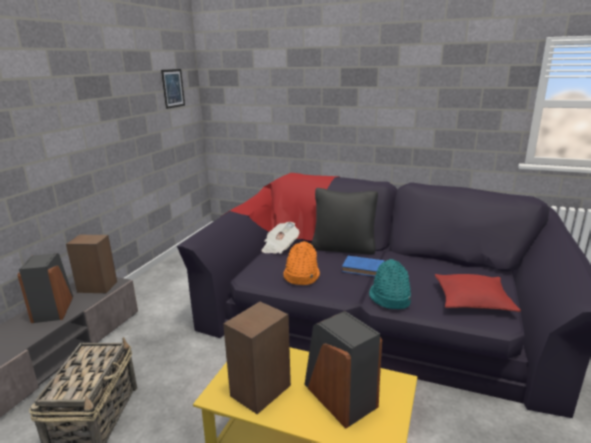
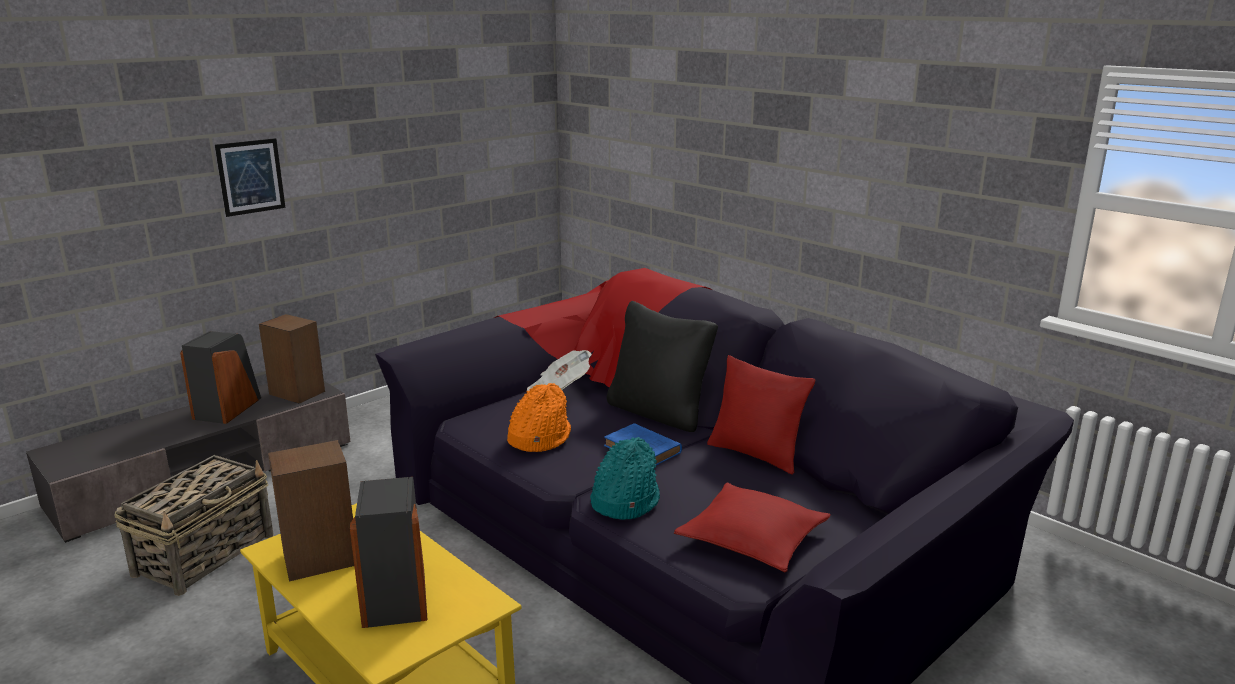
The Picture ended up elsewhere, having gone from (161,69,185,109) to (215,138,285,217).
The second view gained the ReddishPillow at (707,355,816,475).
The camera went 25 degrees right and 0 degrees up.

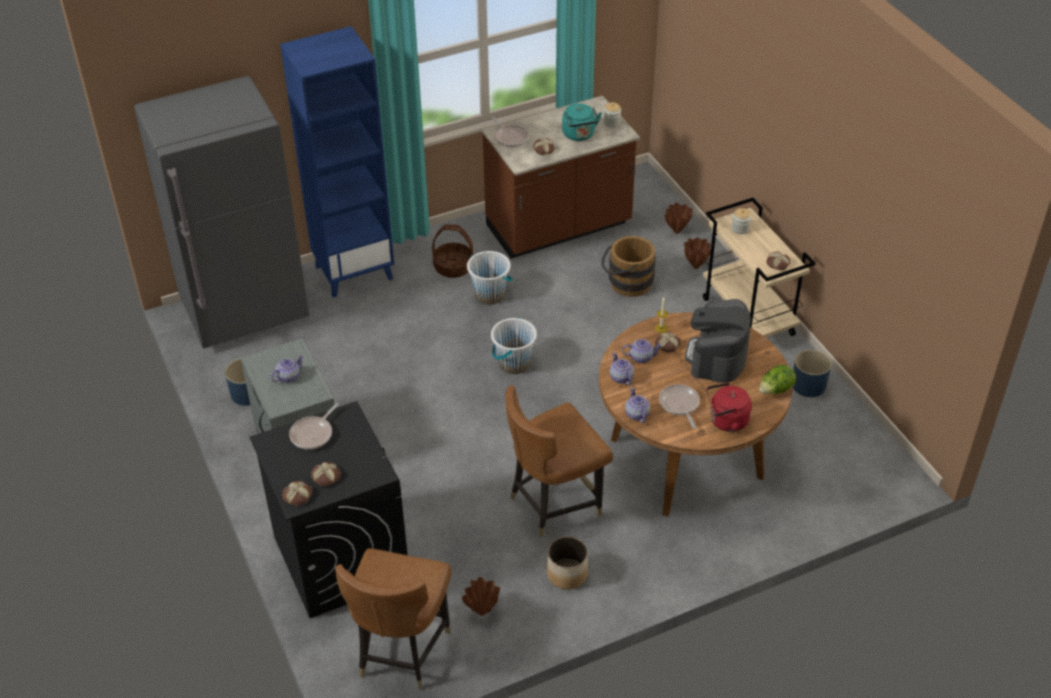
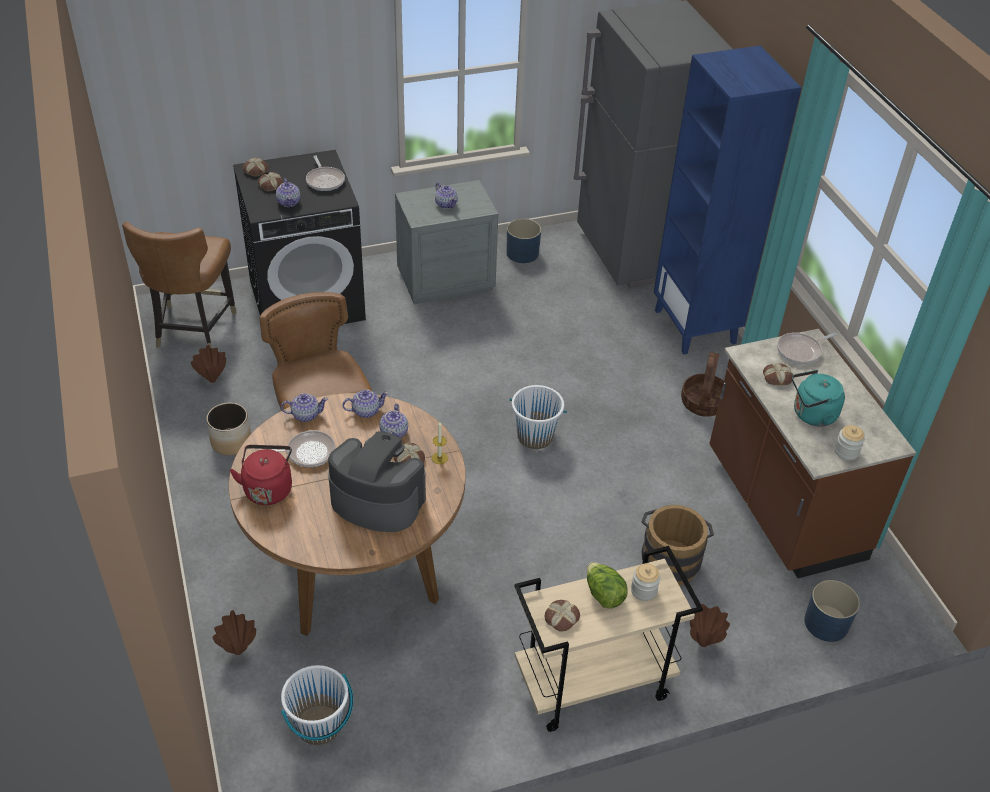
The BrownFlowerVase ended up elsewhere, having gone from (665,203,693,234) to (212,610,256,655).
The WhiteWaterBucket ended up elsewhere, having gone from (467,251,513,305) to (281,665,353,745).
The BlueColouredPlanter ended up elsewhere, having gone from (793,350,832,397) to (804,580,860,642).
The HeadOfLettuce ended up elsewhere, having gone from (759,365,796,394) to (587,562,627,609).
The Skillet at (289,403,339,450) ended up facing another way, 150 degrees counterclockwise from before.
The BrownChair at (335,549,451,690) ended up facing another way, 105 degrees counterclockwise from before.
The second view gained the Teapot at (276,178,300,207).
The camera went 95 degrees right and 0 degrees up.

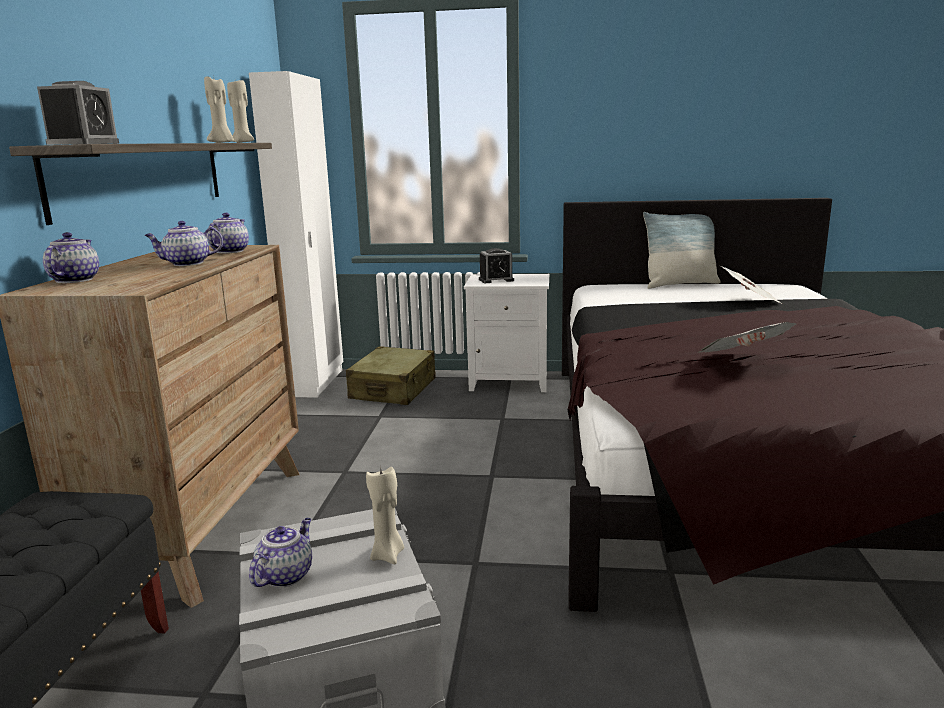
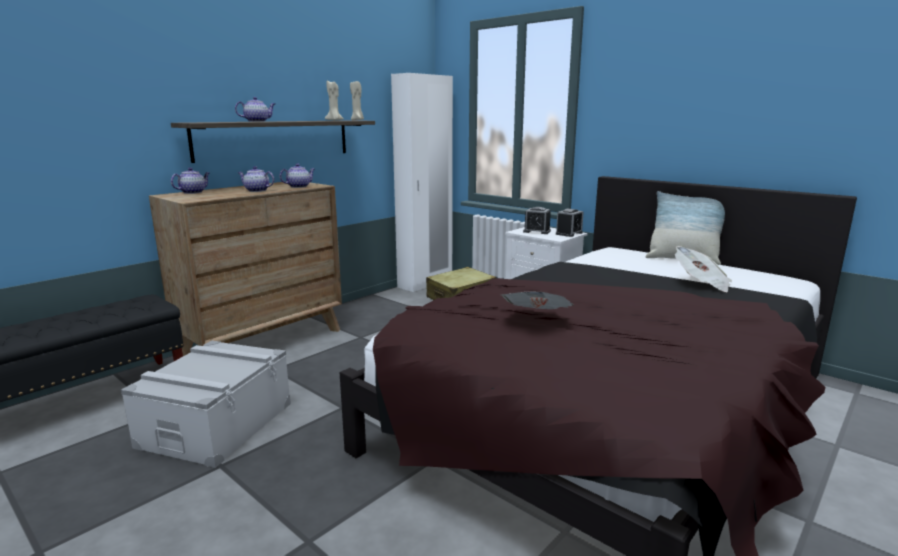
The AlarmClock ended up elsewhere, having gone from (37,81,119,145) to (556,209,584,237).
The second view lost the SandColouredCandle at (366,465,404,564).
The Teapot ended up elsewhere, having gone from (249,518,312,587) to (235,97,275,122).
The camera went 35 degrees right and 0 degrees up.

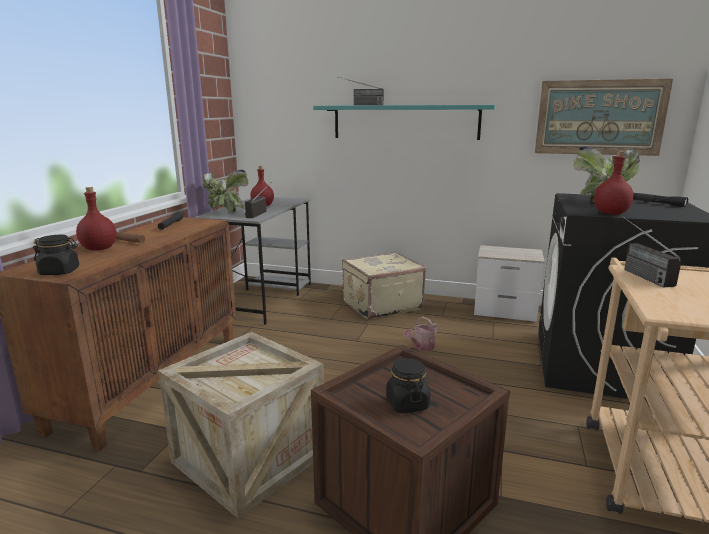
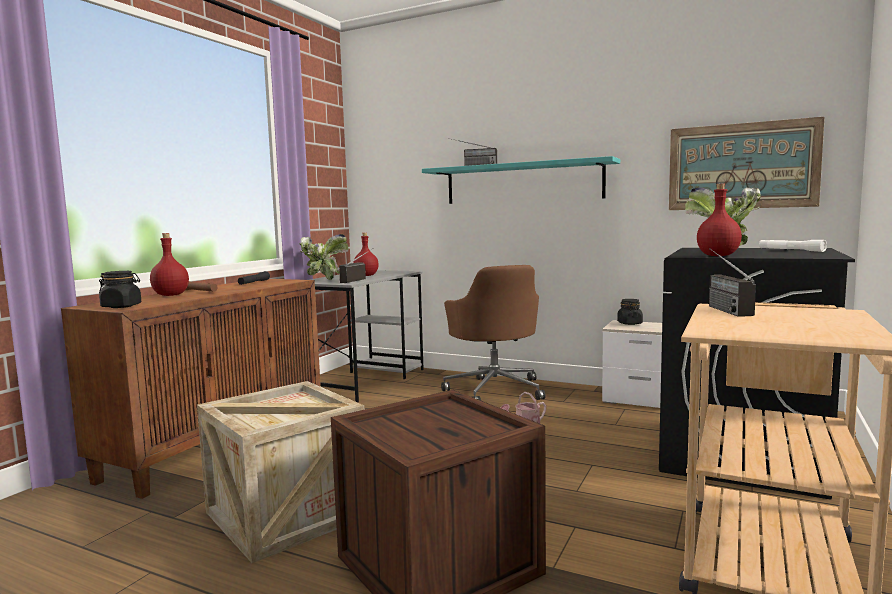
What was the BlackHandTorch at (633,193,688,207) turned into the WhiteHandTorch at (759,240,827,252).
Where the SandColouredSuitcase stood at (342,252,426,320), the BrownComputerChair came to stand at (441,265,546,400).
The BlackJar ended up elsewhere, having gone from (386,358,430,413) to (617,299,643,325).
The camera went 10 degrees right and 10 degrees down.

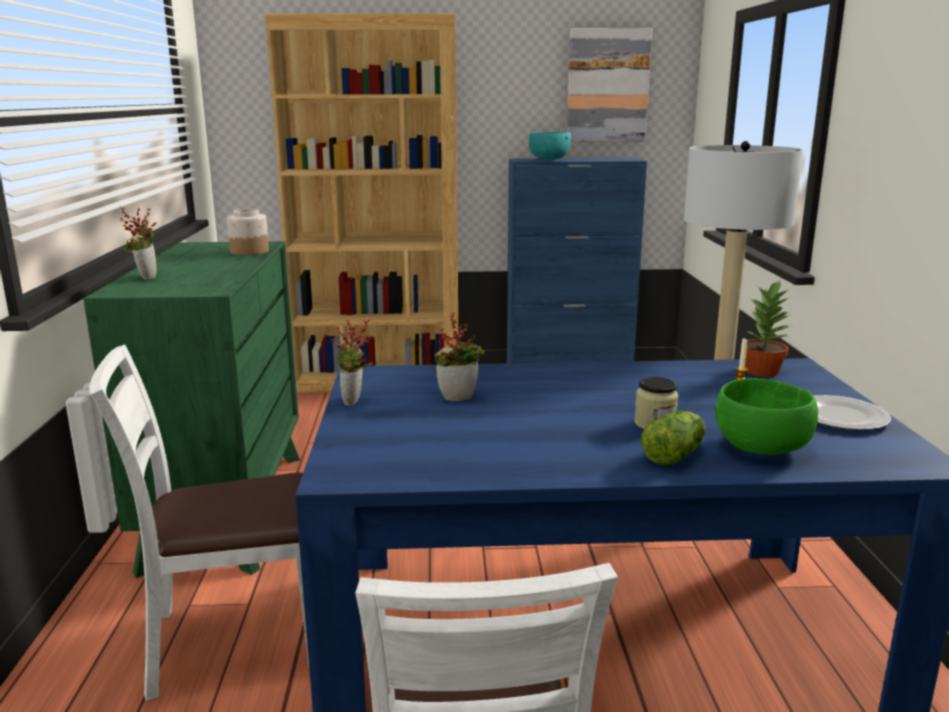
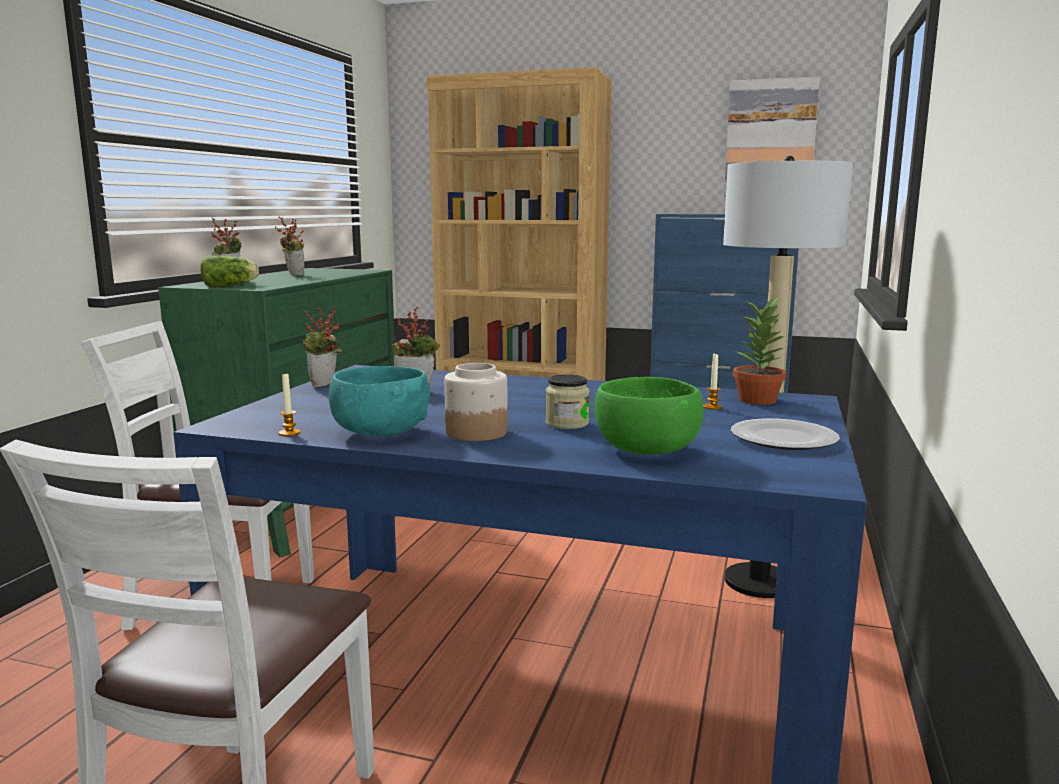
The BlueGreenDeepDish ended up elsewhere, having gone from (529,132,571,159) to (329,366,430,436).
The Jar ended up elsewhere, having gone from (227,209,269,255) to (444,363,508,441).
The HeadOfLettuce ended up elsewhere, having gone from (641,411,705,466) to (201,256,259,287).
The second view gained the PottedPlant at (275,216,304,276).
The second view gained the Candle at (278,374,301,436).
The camera went 20 degrees right and 5 degrees down.

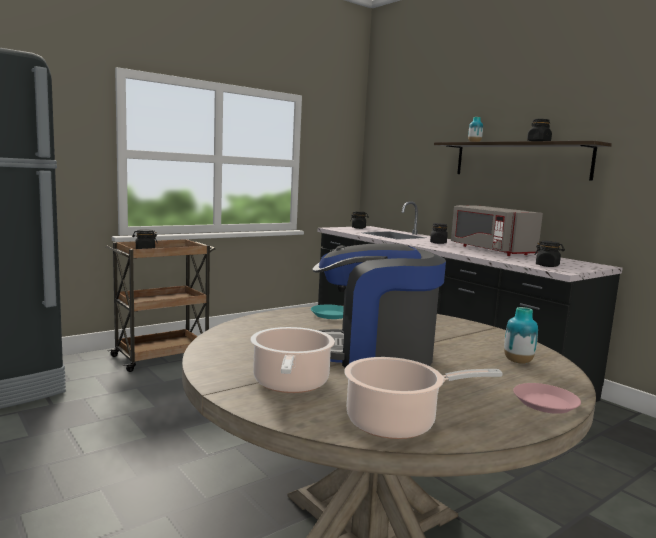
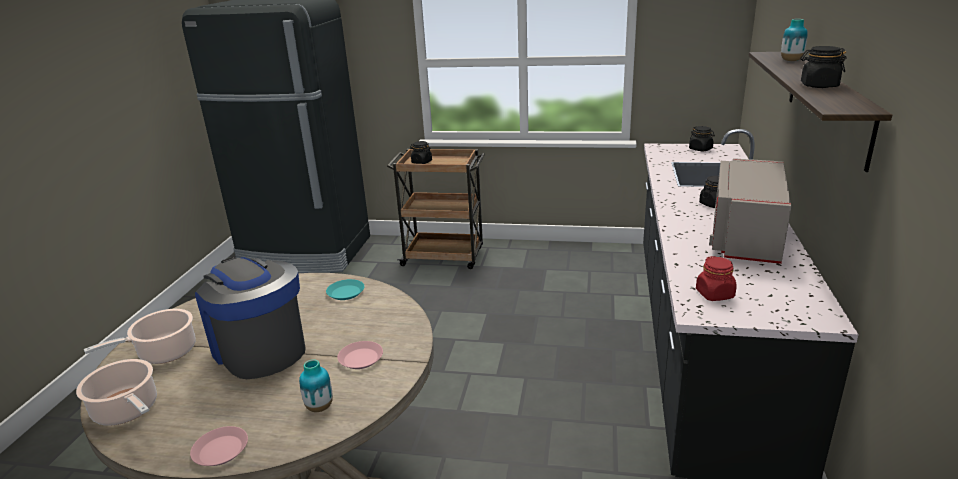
What was the BlackJar at (534,241,565,267) turned into the ReddishJar at (696,256,737,301).
The second view gained the PinkishPlate at (337,341,383,369).
The camera went 50 degrees right and 15 degrees up.

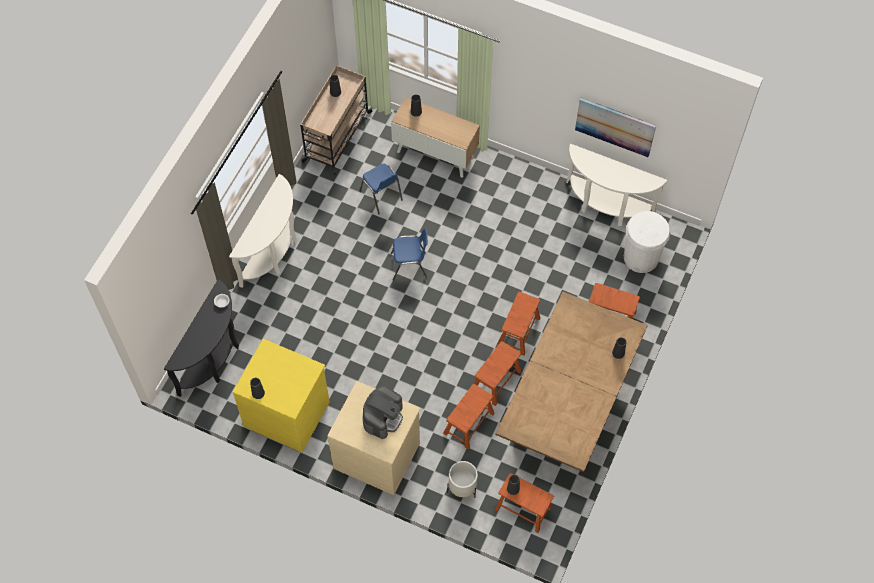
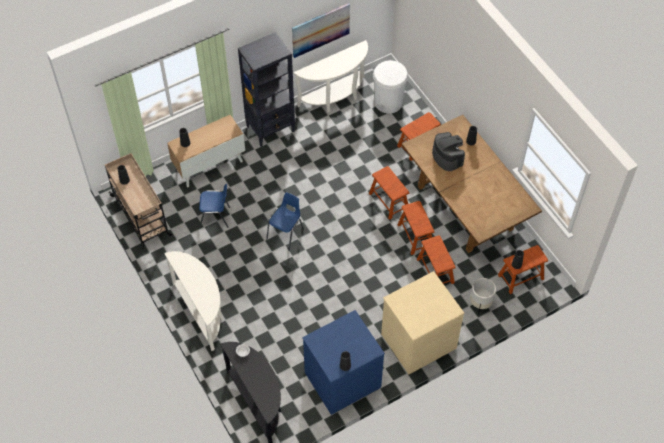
What was the YellowChestOfDrawers at (233,339,330,452) turned into the BlueColouredChestOfDrawers at (302,310,385,415).
The CoffeeBrewer ended up elsewhere, having gone from (363,386,403,439) to (432,132,465,171).
The second view gained the BlackBookshelf at (238,32,295,147).
The camera went 55 degrees left and 5 degrees down.

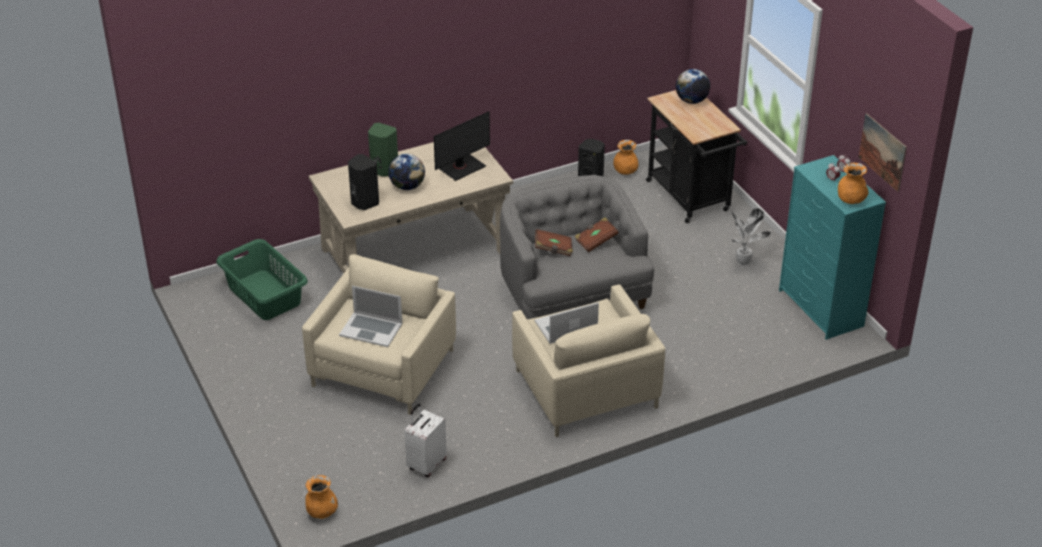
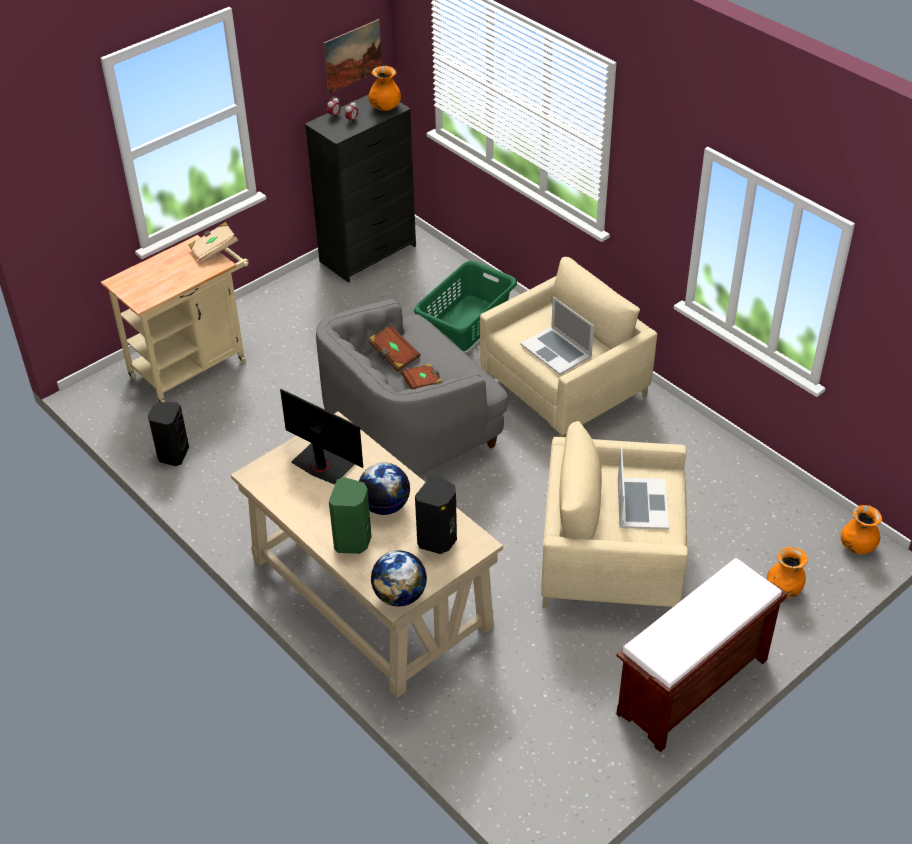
The WorldGlobe ended up elsewhere, having gone from (676,69,711,104) to (371,550,427,606).
What was the BlackTrolley at (646,90,748,223) turned into the SandColouredTrolley at (101,235,249,402).
The OrangeFlowerVase ended up elsewhere, having gone from (613,140,639,175) to (767,547,808,598).
What was the BlueGreenChestOfDrawers at (779,155,886,340) turned into the BlackChestOfDrawers at (305,94,416,283).
The second view lost the PottedPlant at (731,208,771,266).
The GreenishLaundryBasket ended up elsewhere, having gone from (216,239,308,320) to (414,261,517,351).
The second view lost the WhiteSuitcase at (405,404,447,477).
The second view gained the SandColouredBook at (189,222,238,263).
The second view gained the BrownLongSeat at (616,558,787,752).
The camera went 105 degrees left and 5 degrees up.

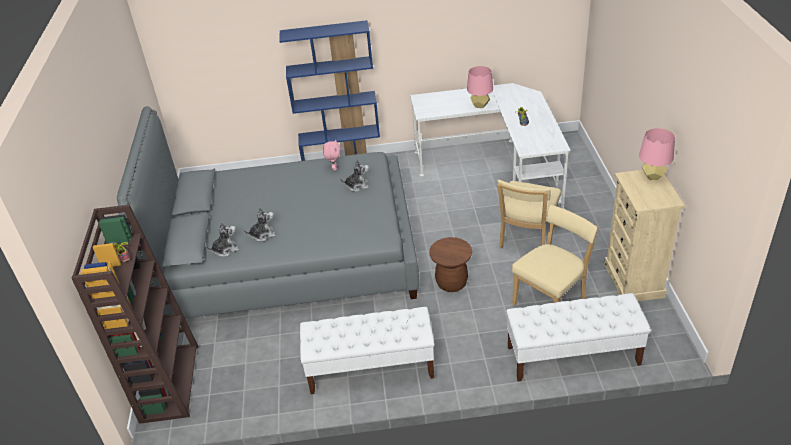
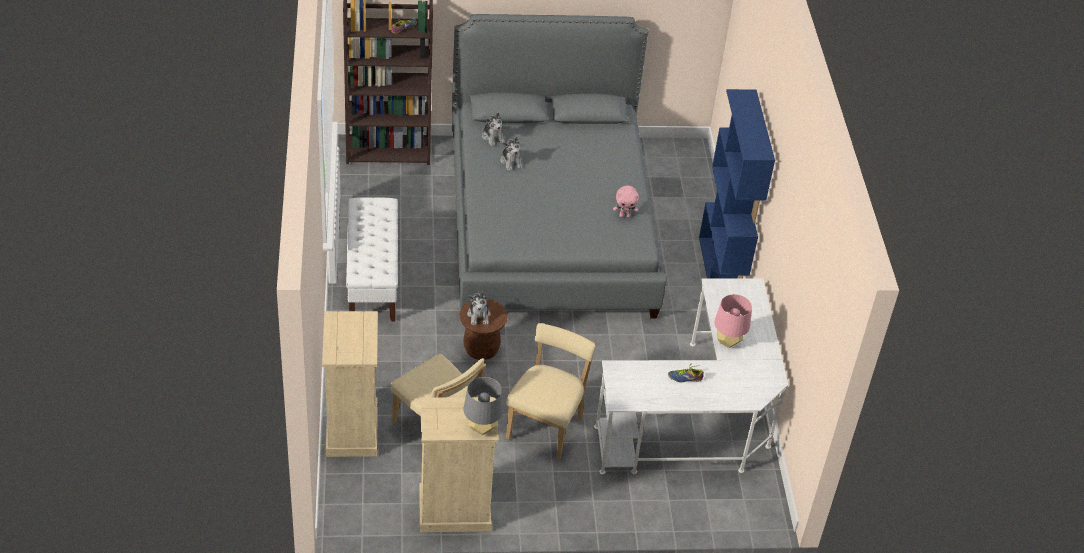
What was the PinkishLampForATable at (639,128,675,180) turned into the GreyishLampForATable at (463,377,503,435).
The SoftToy ended up elsewhere, having gone from (340,160,369,192) to (467,292,491,325).
The SandColouredChair at (497,180,561,248) ended up facing another way, 90 degrees clockwise from before.
Where the WhiteLongSeat stood at (506,293,651,381), the SandColouredChestOfDrawers came to stand at (322,311,378,457).
The camera went 85 degrees right and 5 degrees up.

